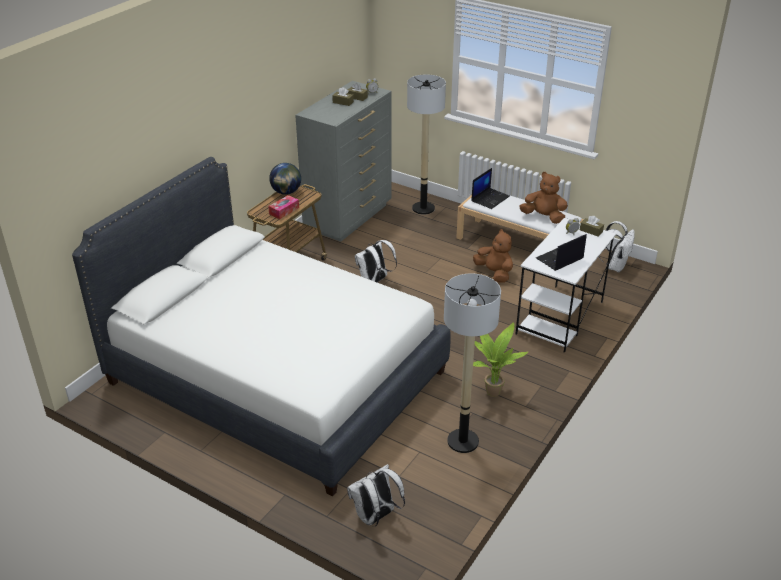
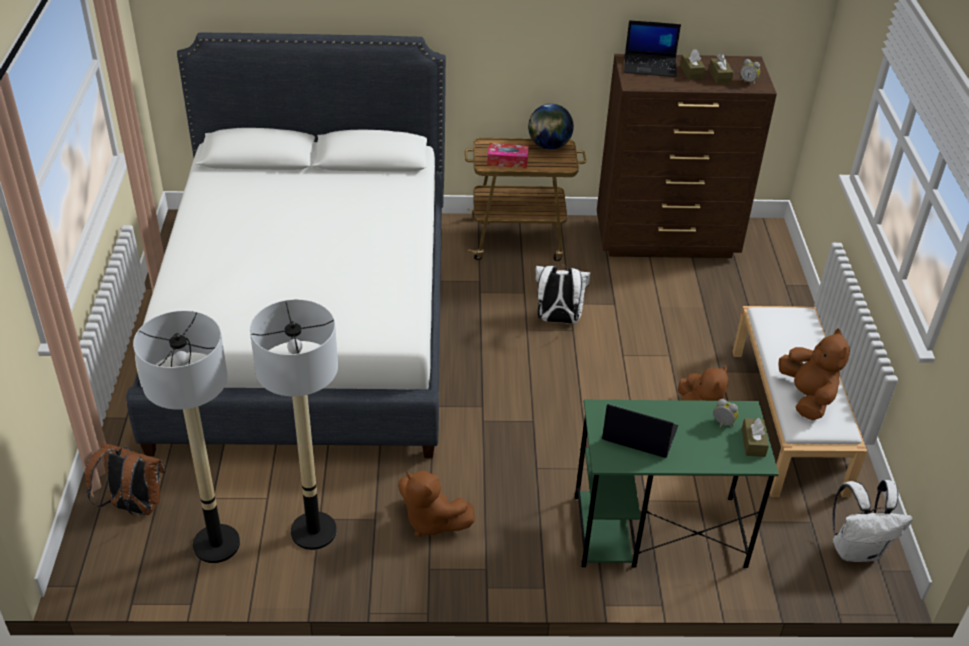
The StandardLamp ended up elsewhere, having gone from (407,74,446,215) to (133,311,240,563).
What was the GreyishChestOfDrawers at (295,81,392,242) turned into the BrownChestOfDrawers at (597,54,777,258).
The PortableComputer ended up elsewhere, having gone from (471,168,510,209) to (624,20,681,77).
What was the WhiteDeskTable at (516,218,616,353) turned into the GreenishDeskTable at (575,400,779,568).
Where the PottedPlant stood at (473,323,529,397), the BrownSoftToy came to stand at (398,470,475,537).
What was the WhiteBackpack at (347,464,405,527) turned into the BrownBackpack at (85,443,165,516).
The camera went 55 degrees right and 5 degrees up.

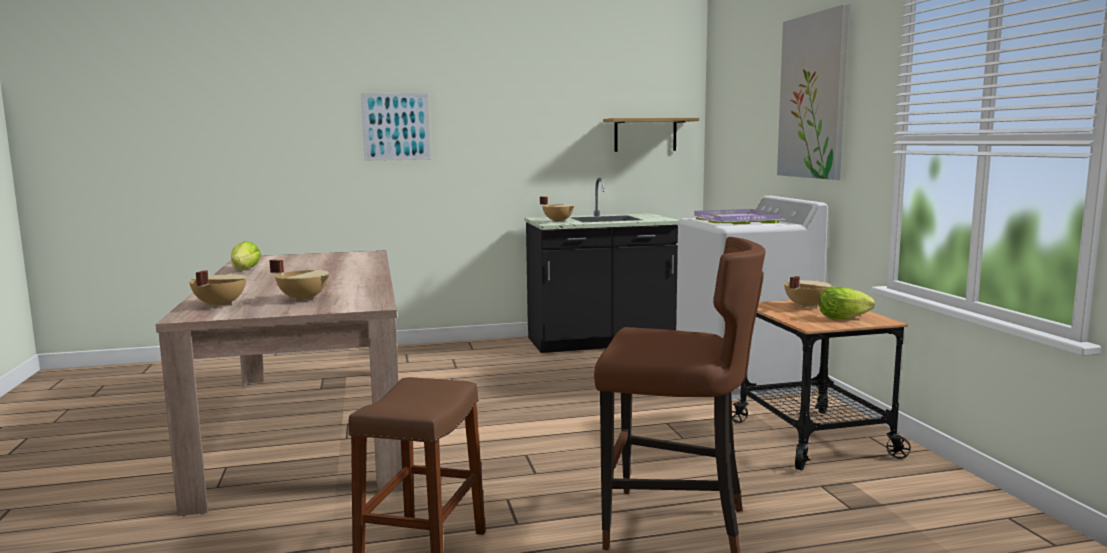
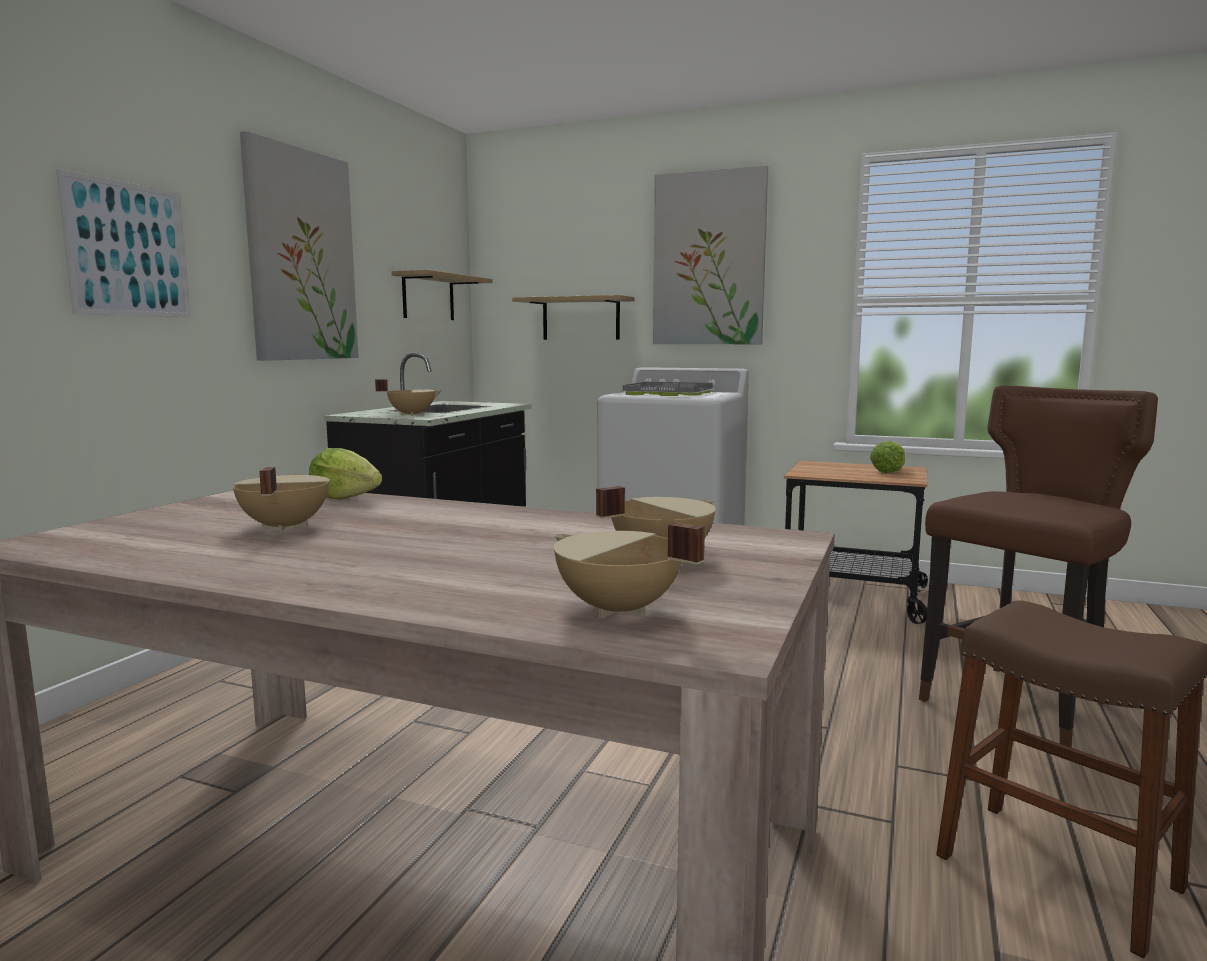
What was the PurplishServingTray at (689,209,787,224) turned into the GreyishServingTray at (619,382,718,396).
The HeadOfLettuce ended up elsewhere, having gone from (231,241,261,269) to (309,448,382,500).
The SandColouredCookingPot ended up elsewhere, having gone from (784,276,831,308) to (233,467,330,532).
The second view gained the Picture at (240,131,359,361).
The second view gained the WallShelf at (512,295,634,340).
The camera went 55 degrees left and 0 degrees up.

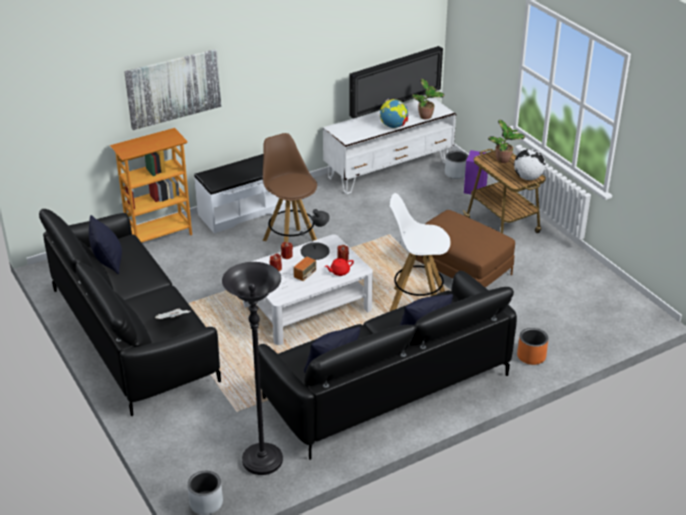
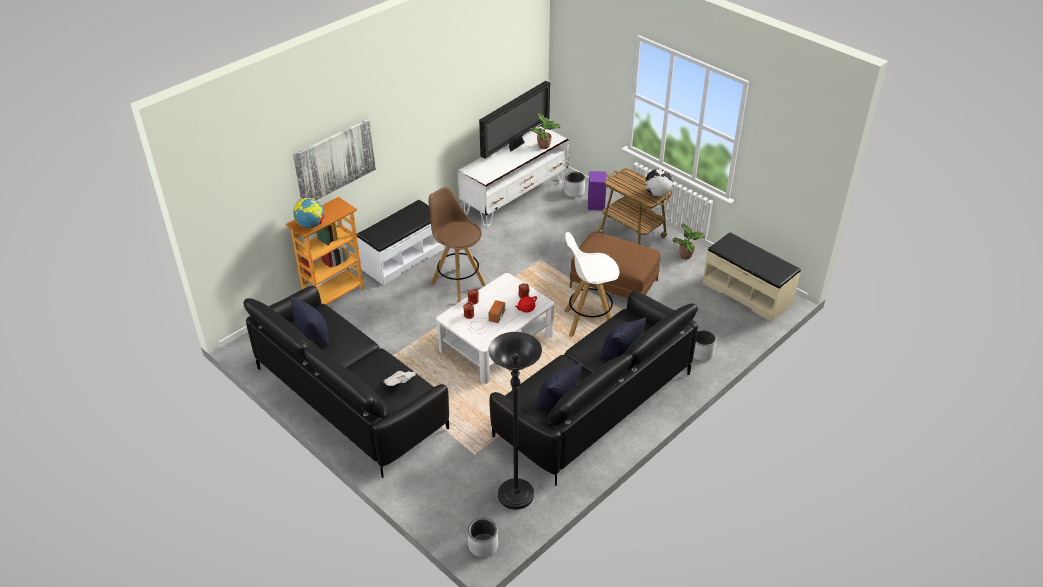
The WorldGlobe ended up elsewhere, having gone from (380,99,408,128) to (293,198,325,228).
The PottedPlant ended up elsewhere, having gone from (488,120,525,163) to (672,223,705,259).
The second view lost the BlackLampForATable at (300,209,330,260).
What was the OrangePlanter at (517,328,548,365) turned into the GreyishPlanter at (693,329,717,361).
The second view gained the SandColouredLongSeat at (703,232,801,322).
The camera went 15 degrees left and 5 degrees up.

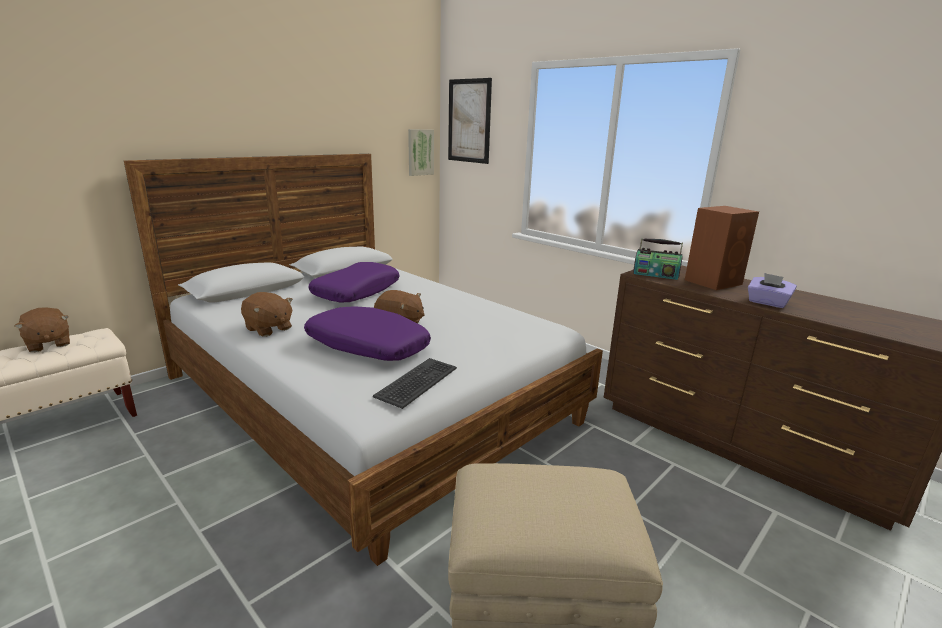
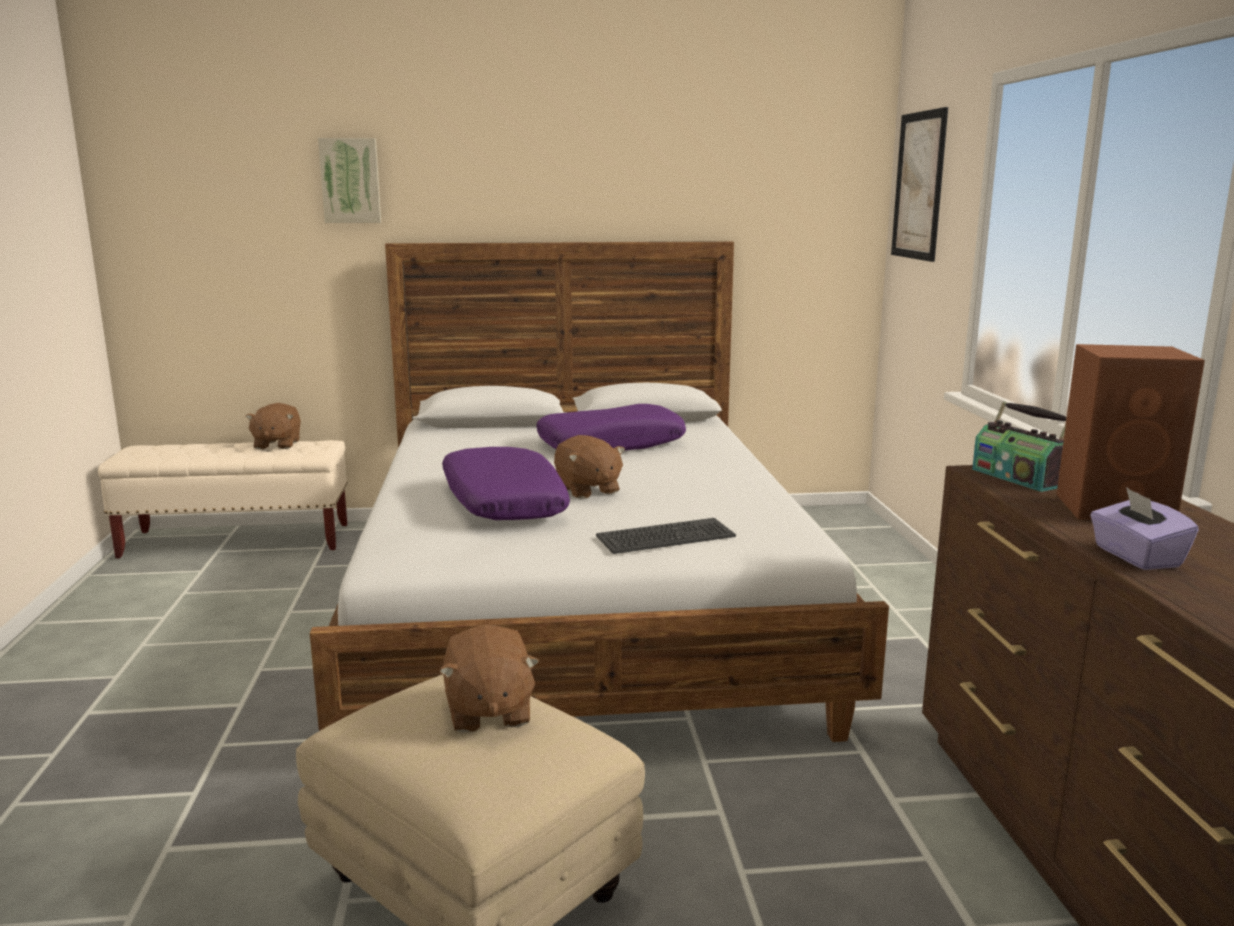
The Picture ended up elsewhere, having gone from (408,129,434,176) to (318,138,381,223).
The BrownSoftToy ended up elsewhere, having gone from (241,292,293,337) to (439,625,539,733).
The PcKeyboard ended up elsewhere, having gone from (373,358,457,409) to (596,518,736,554).
The camera went 40 degrees right and 5 degrees down.

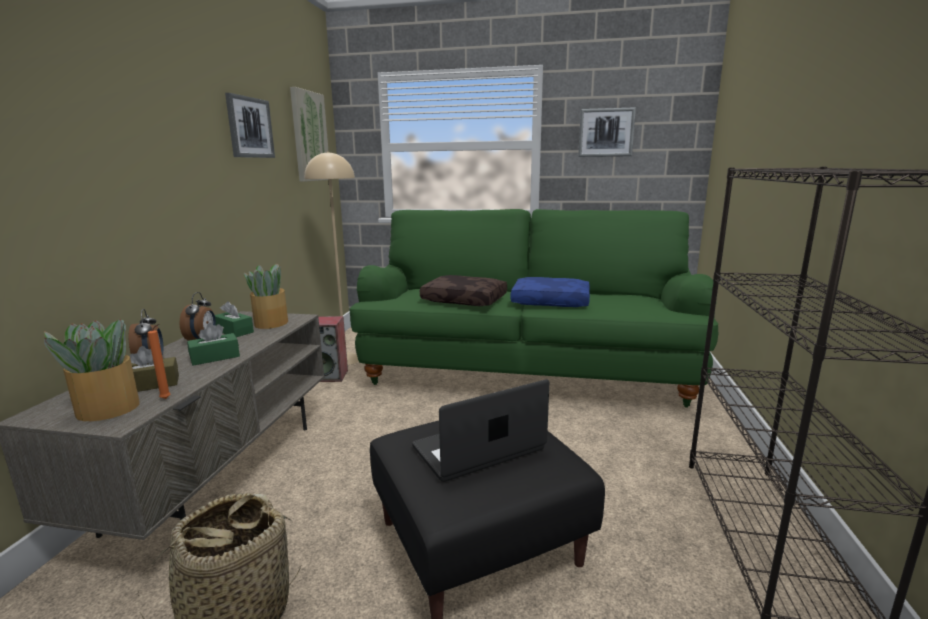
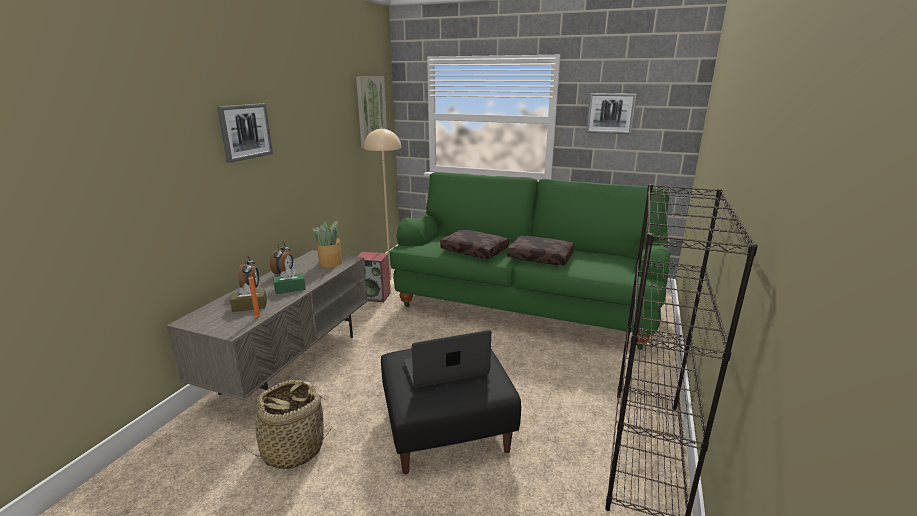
The Picture ended up elsewhere, having gone from (225,93,275,158) to (217,103,273,163).
What was the BlueColouredPillow at (510,277,590,307) turned into the BrownPillow at (507,236,574,265).
The second view lost the GreenishTissueBox at (215,301,254,337).
The second view lost the PottedPlant at (44,319,140,421).
The camera went 10 degrees right and 5 degrees up.

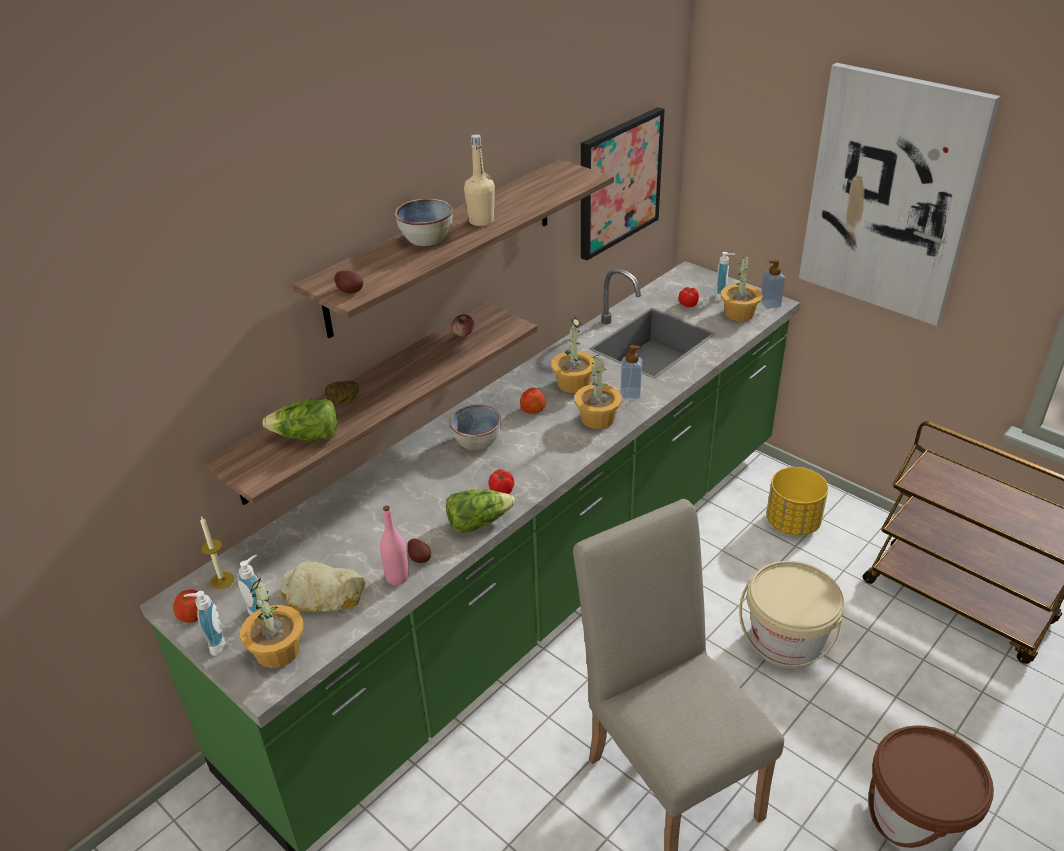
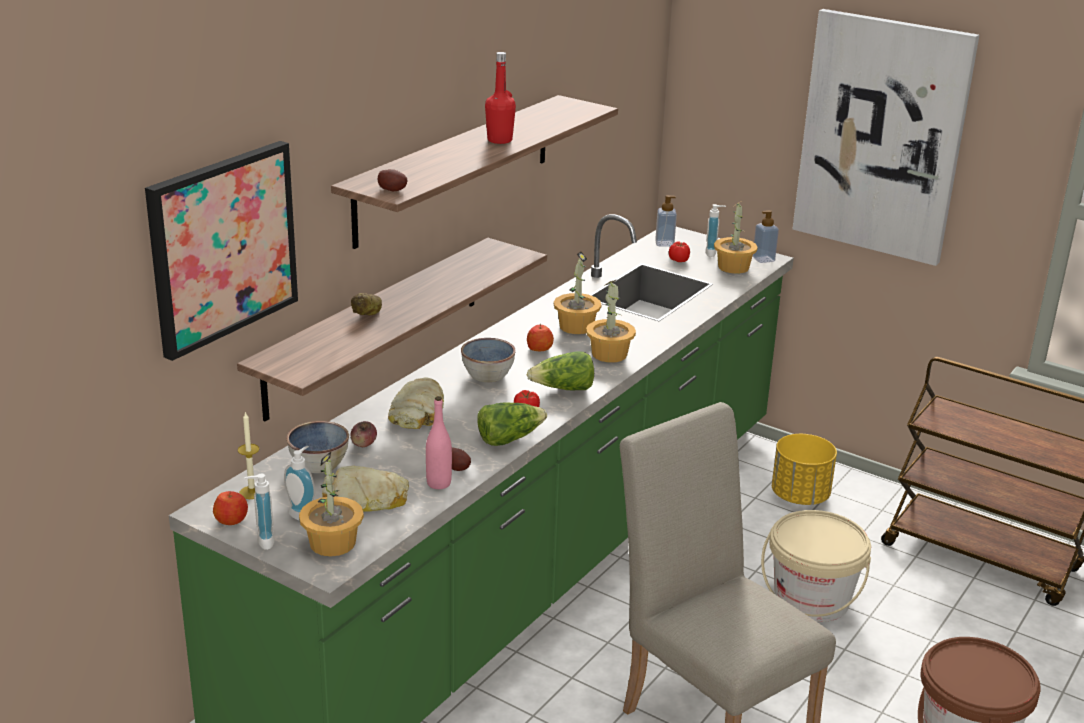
The Picture ended up elsewhere, having gone from (581,107,665,260) to (145,141,298,361).
What was the SandColouredBottle at (464,134,495,226) turned into the ReddishBottle at (485,52,516,144).
The DeepDish ended up elsewhere, having gone from (395,199,453,246) to (287,421,349,473).
The WholeApple ended up elsewhere, having gone from (451,314,474,337) to (351,421,377,447).
The LiquidSoapBottle ended up elsewhere, having gone from (620,345,642,399) to (655,195,677,247).
The HeadOfLettuce ended up elsewhere, having gone from (262,398,337,440) to (527,352,594,390).
The second view gained the BakeryBread at (388,377,444,429).
The camera went 10 degrees left and 10 degrees down.

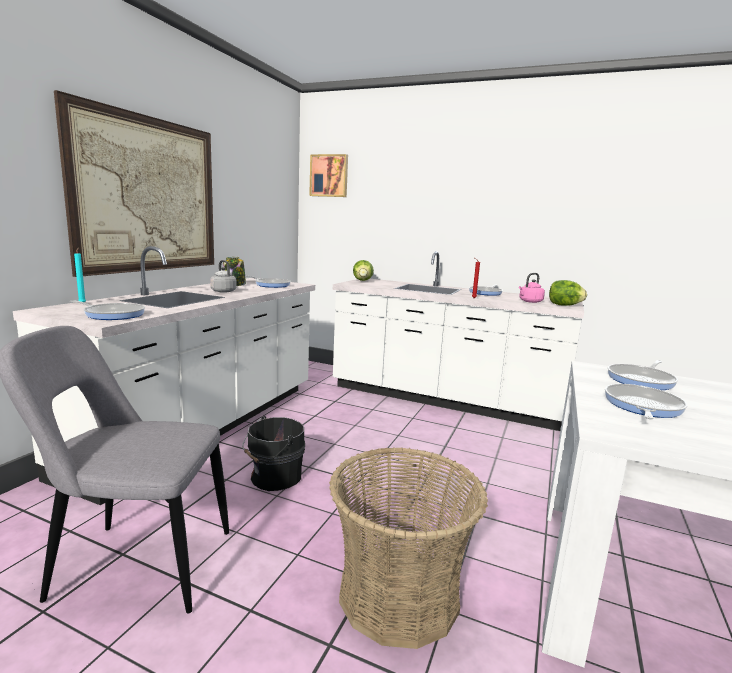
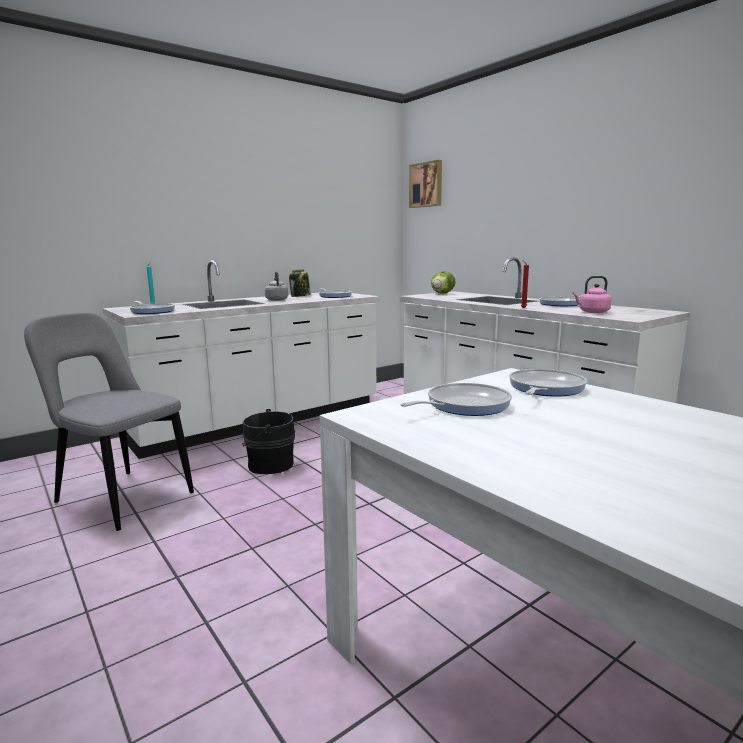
The second view lost the Picture at (54,90,214,277).
The second view lost the HeadOfLettuce at (549,280,587,306).
The Skillet at (608,360,678,390) ended up facing another way, 135 degrees clockwise from before.
The second view lost the HouseholdBasket at (329,447,488,649).
The camera went 30 degrees right and 0 degrees up.

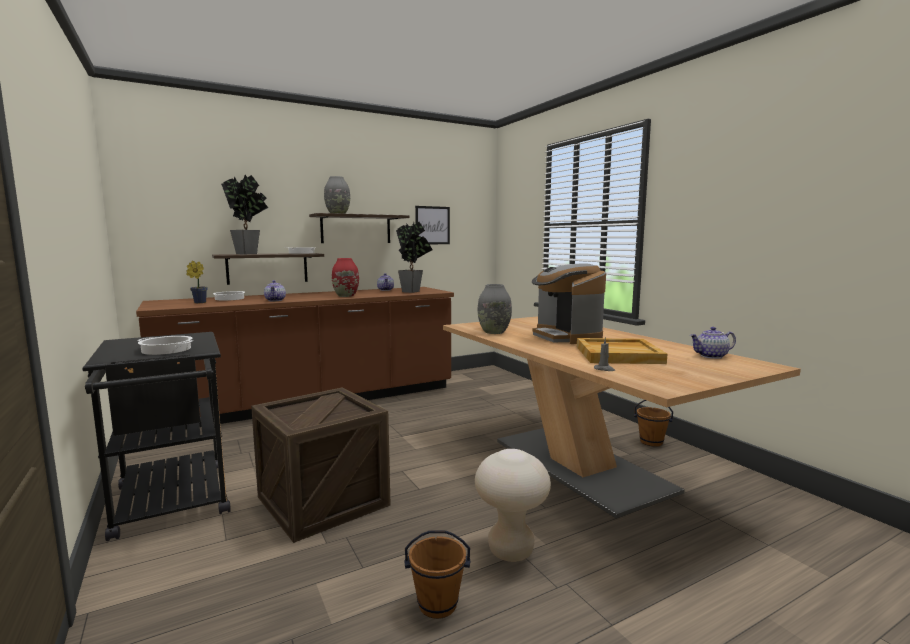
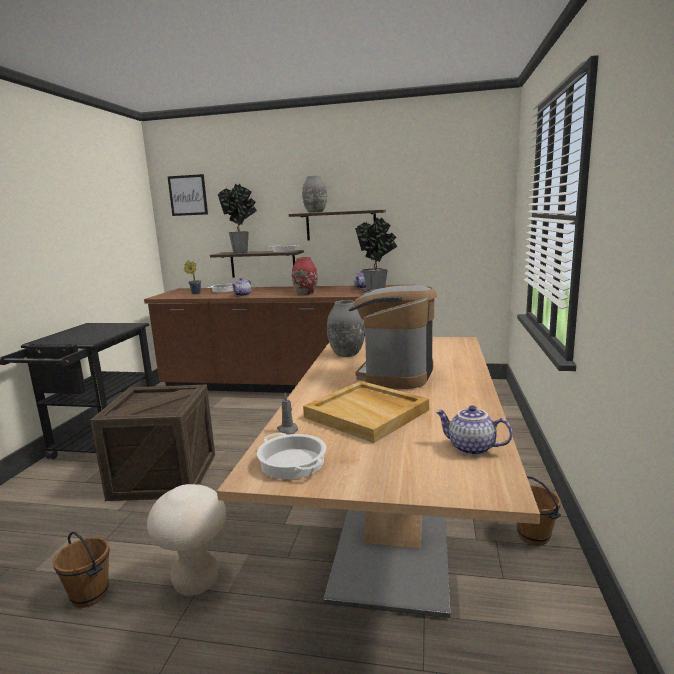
The Picture ended up elsewhere, having gone from (415,206,450,244) to (167,174,208,216).
The CookingPot ended up elsewhere, having gone from (138,336,193,355) to (257,432,326,479).
The camera went 40 degrees right and 5 degrees up.

